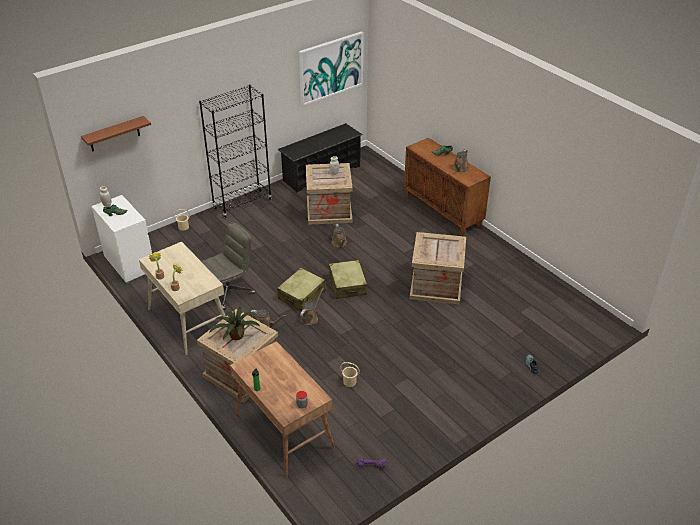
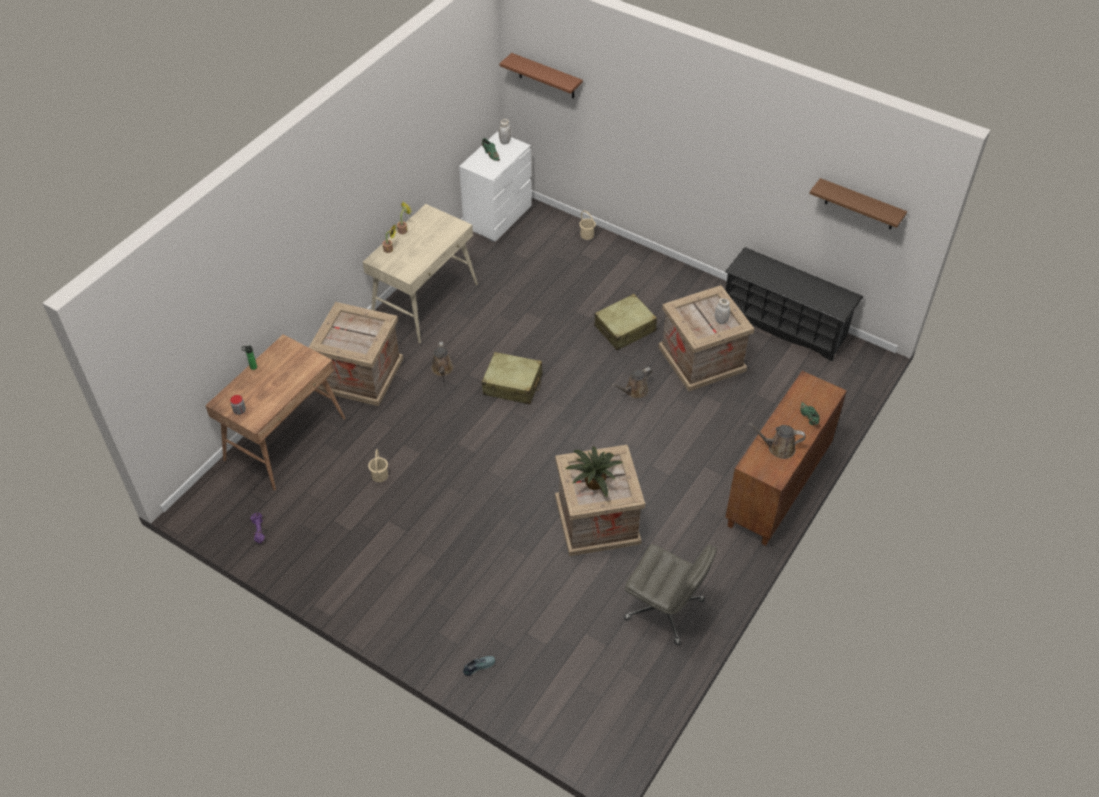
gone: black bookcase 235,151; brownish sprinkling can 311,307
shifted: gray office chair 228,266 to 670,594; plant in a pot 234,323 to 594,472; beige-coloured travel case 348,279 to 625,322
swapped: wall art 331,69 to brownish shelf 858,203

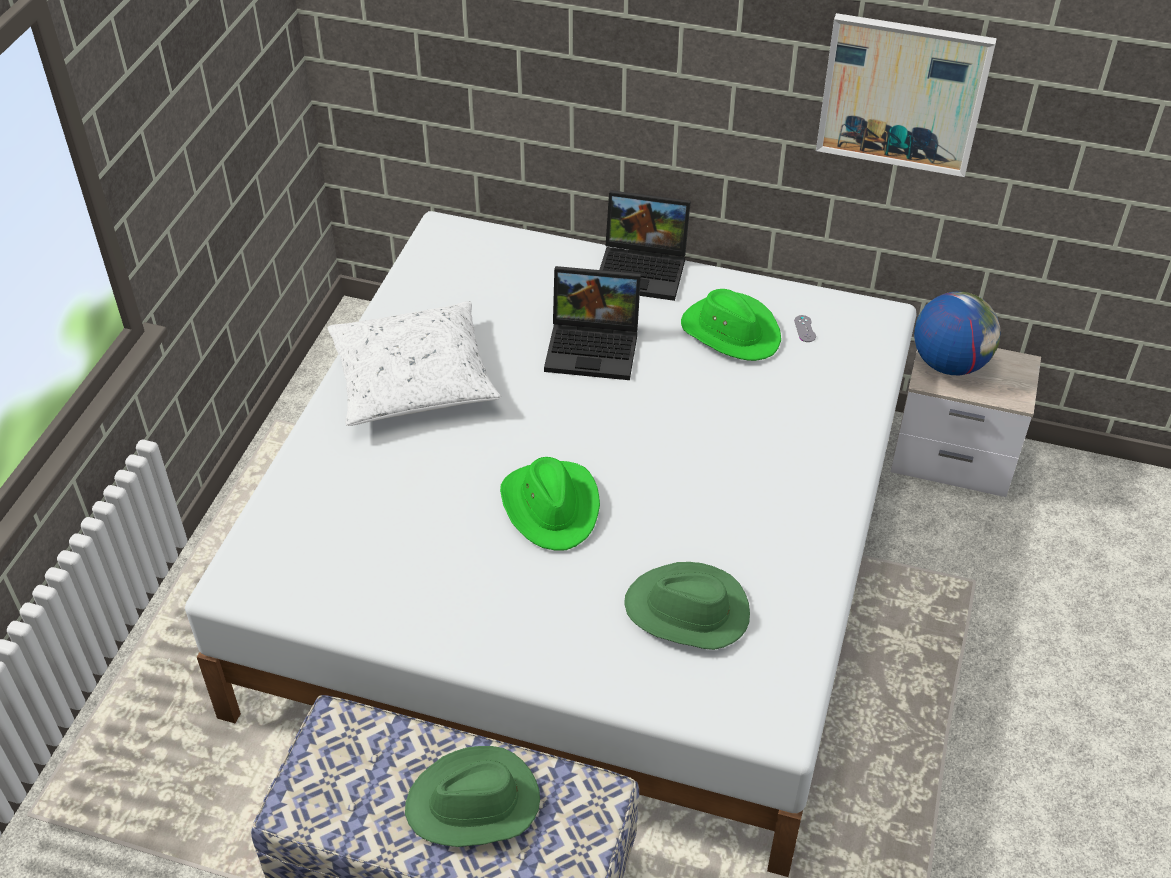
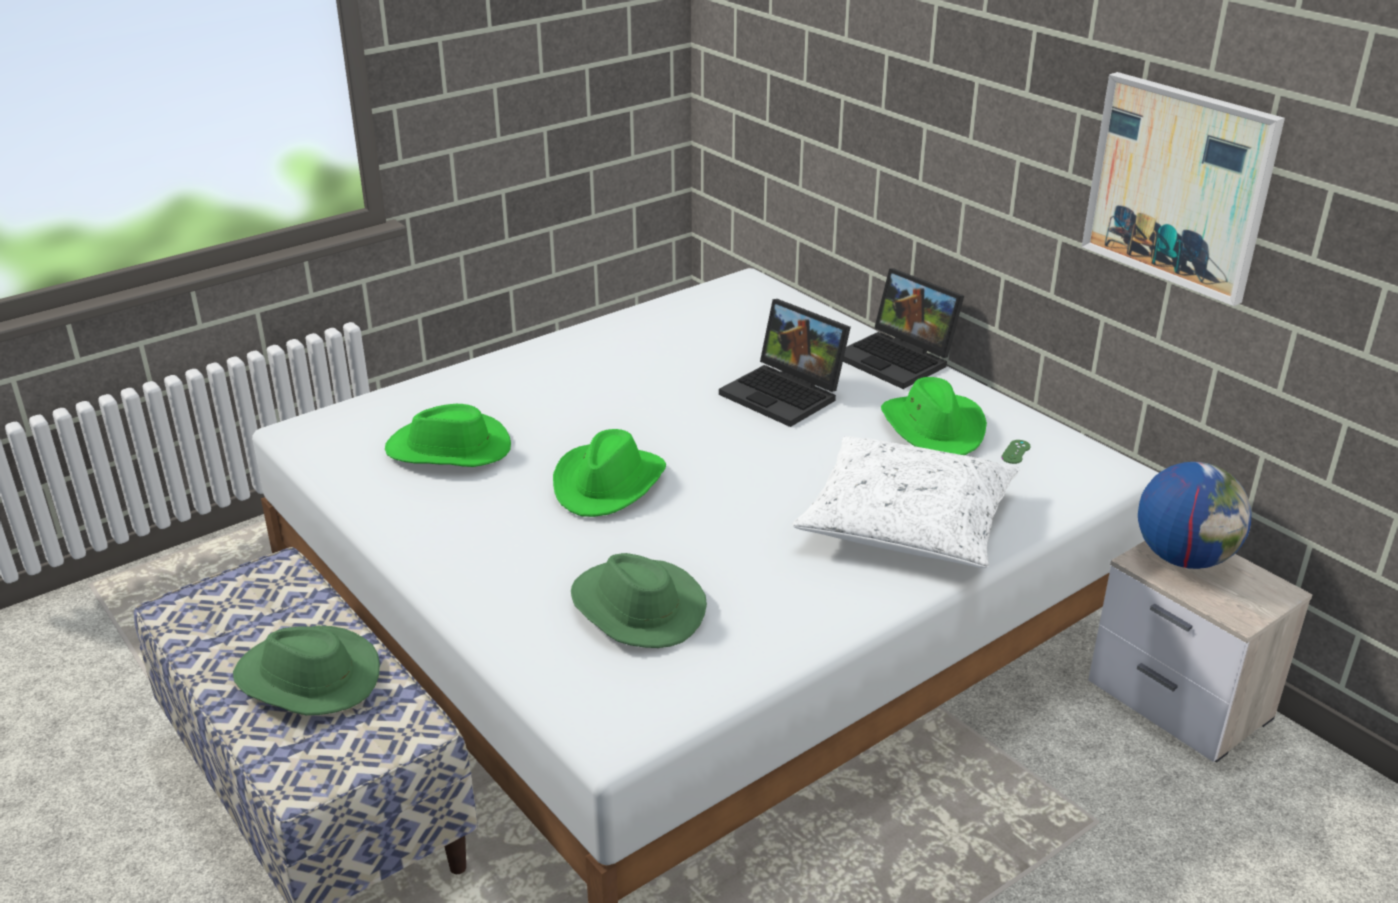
new: green wearable hat 448,435
shifted: whitish pillow 414,363 to 906,502
repainted: gray gamepad 805,328 to green gamepad 1016,452

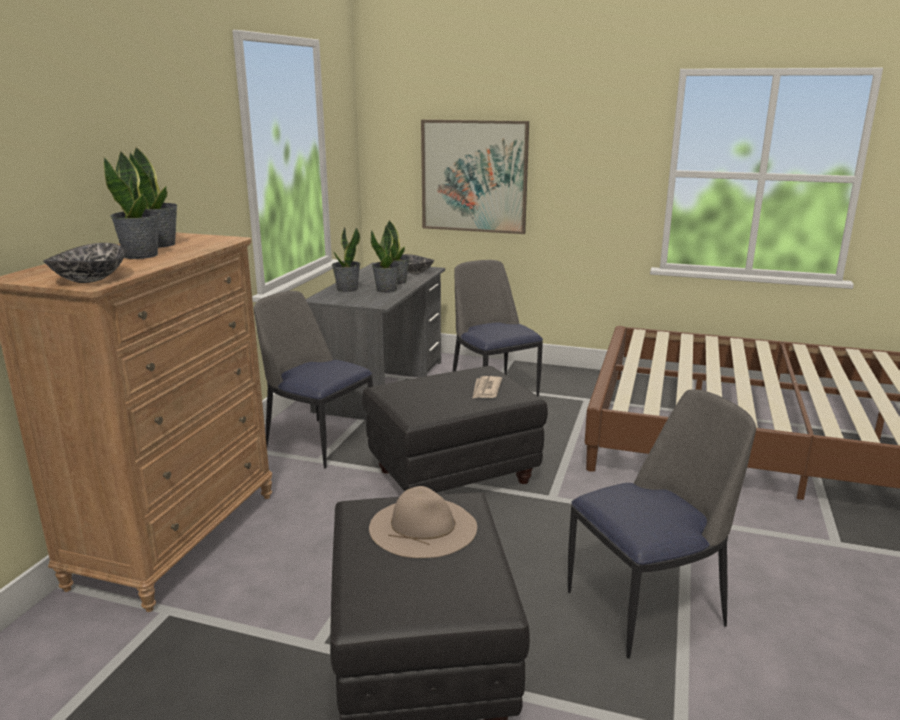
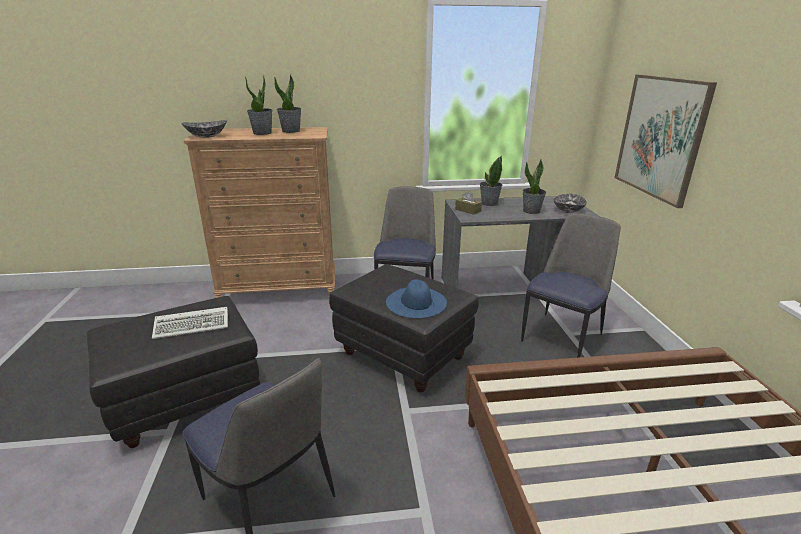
gone: plant in a pot 386,259
new: brownish box of tissues 468,203
swapped: beige-coloured wearable hat 423,522 to PC keyboard 190,323; newspaper 487,387 to blue-coloured wearable hat 416,298

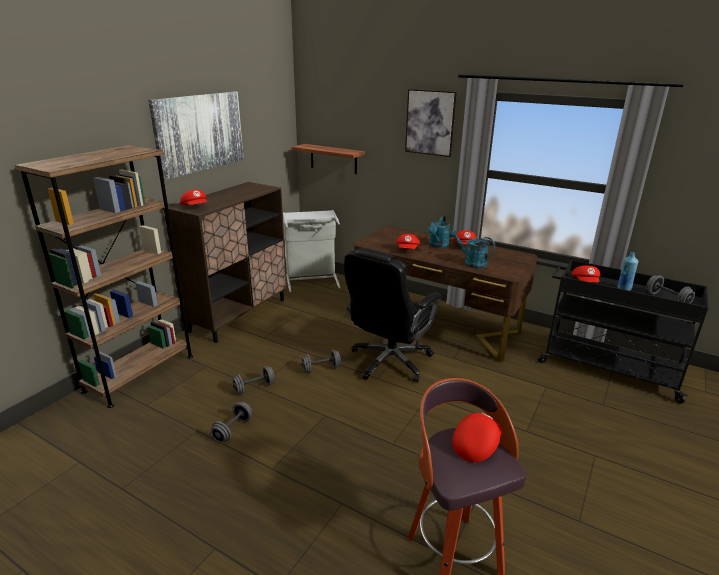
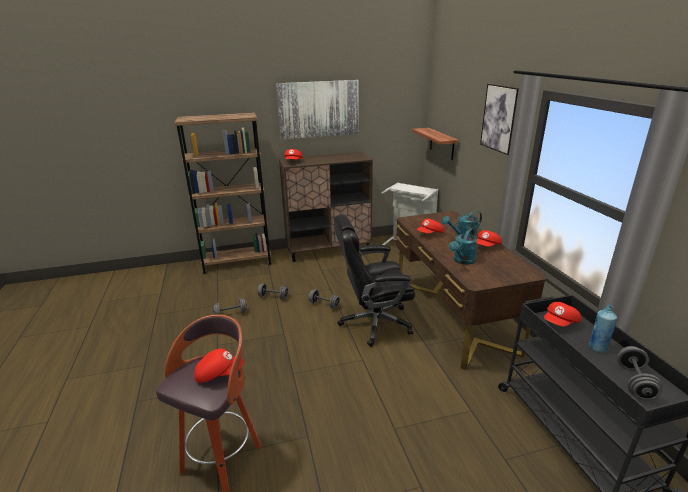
rotated: turquoise-coloured sprinkling can 472,249 = 463,246 135 degrees counterclockwise

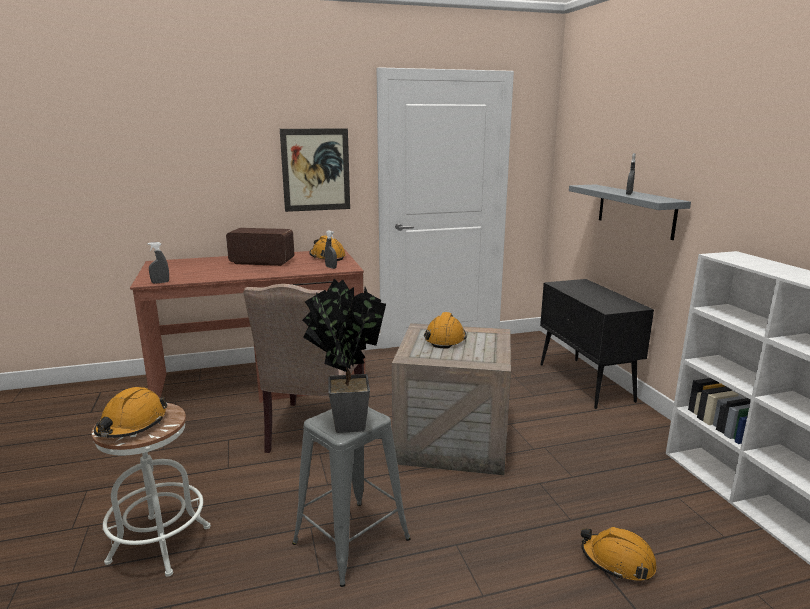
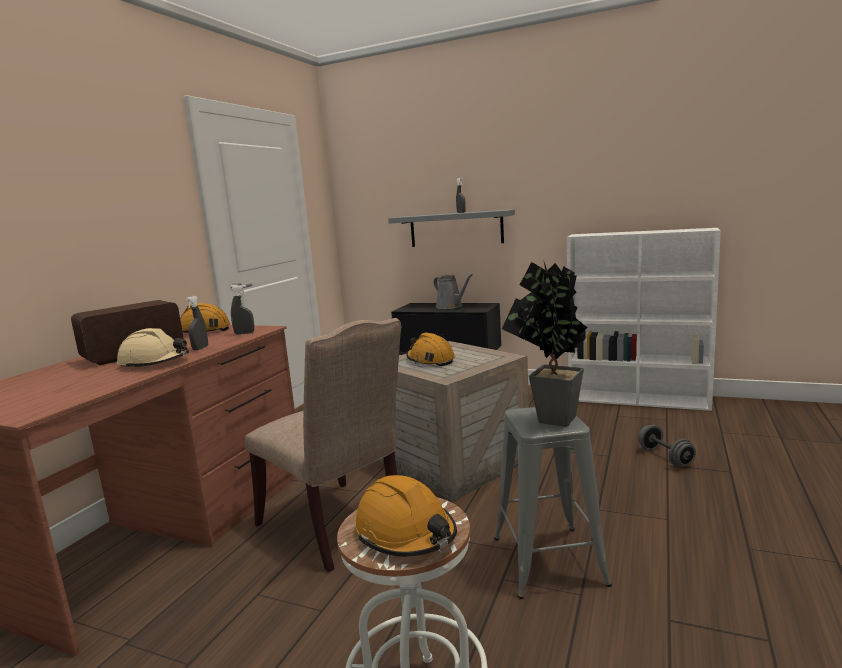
gone: wall art 315,170
new: beige-coloured work helmet 153,348; gray sprinkling can 453,291
shifted: gray hand sprayer 158,262 to 196,323
swapped: orange work helmet 619,554 to gray hand weight 667,446

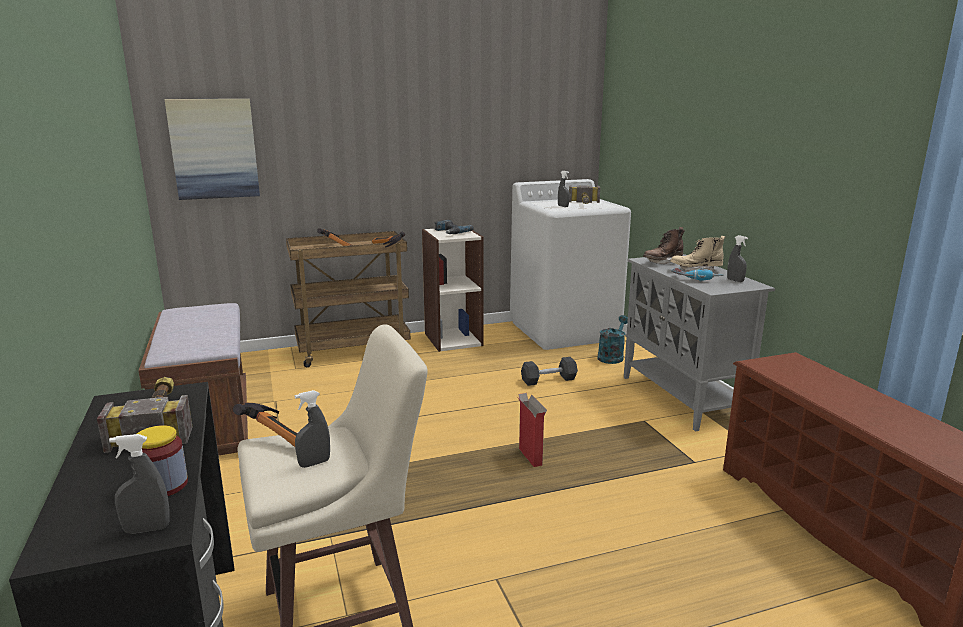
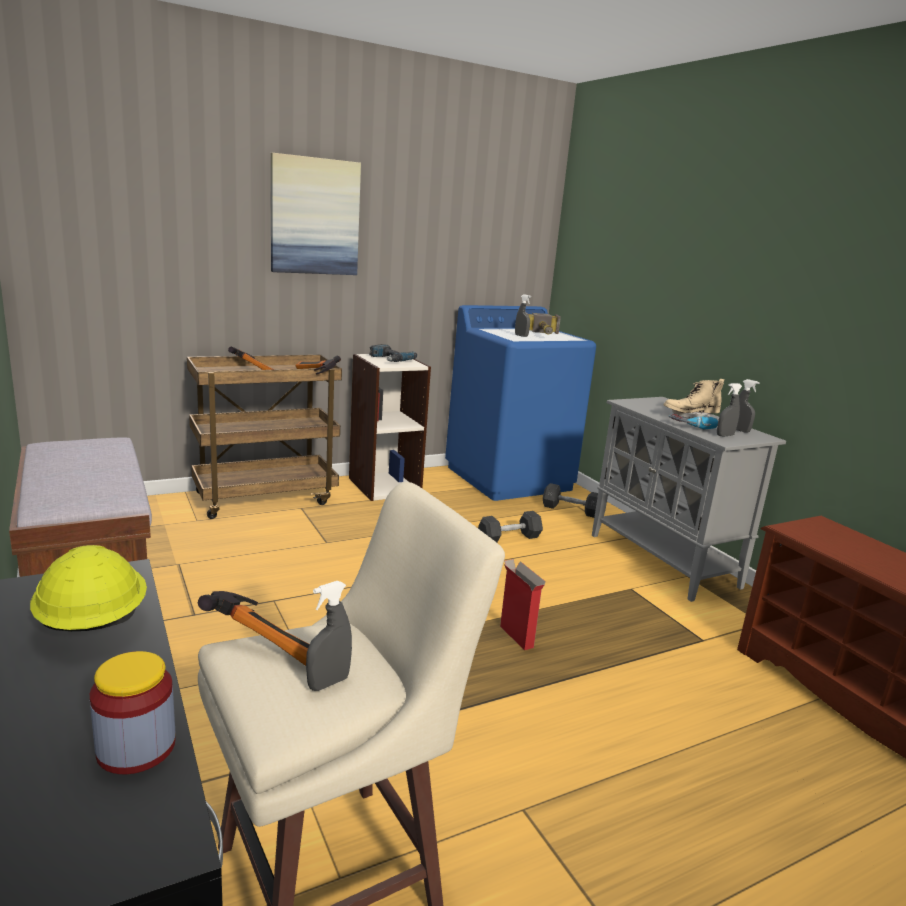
gone: brownish tall boot 664,245
shifted: gray hand sprayer 139,484 to 729,409; wall art 212,149 to 316,214
swapped: tool hammer 144,415 to yellow work helmet 88,588; turquoise-coloured sprinkling can 613,339 to gray hand weight 570,500
repainted: whitish laundry machine 570,264 to blue-coloured laundry machine 520,403

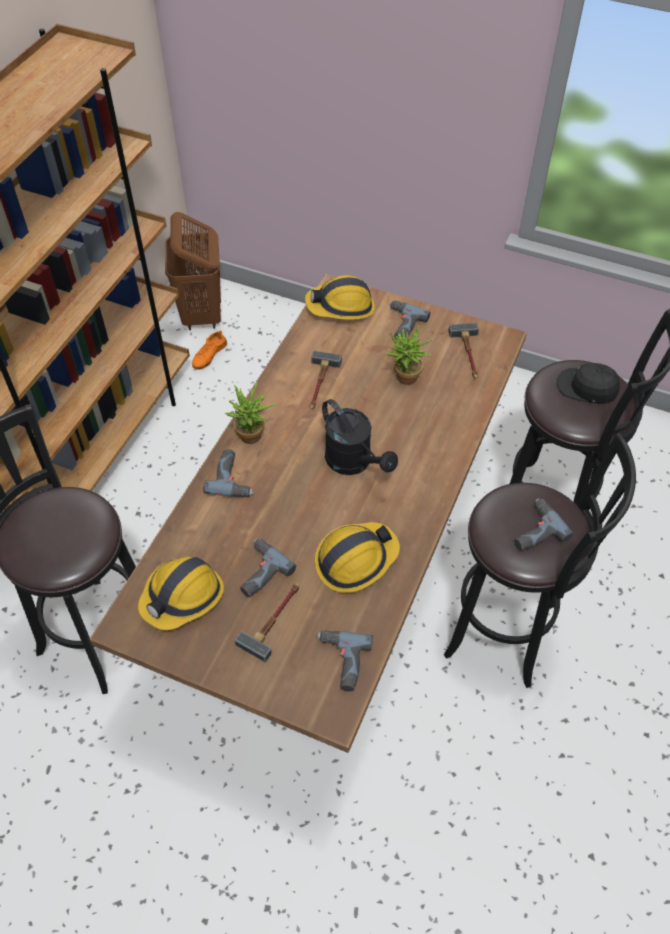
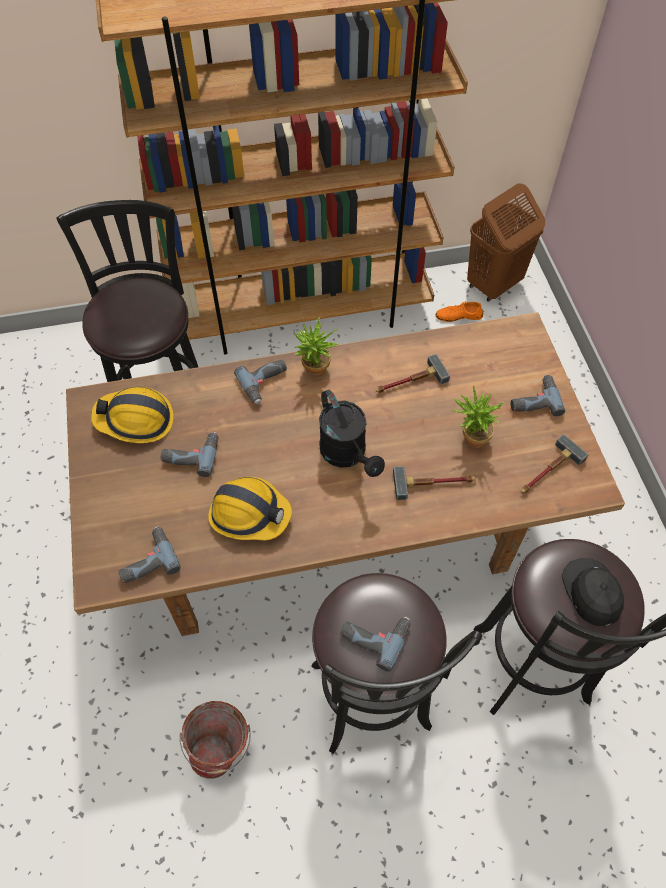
gone: work helmet 340,297
new: bucket 215,740
shifted: tool hammer 266,622 to 434,483
rotated: black sprinkling can 360,437 = 352,433 45 degrees counterclockwise

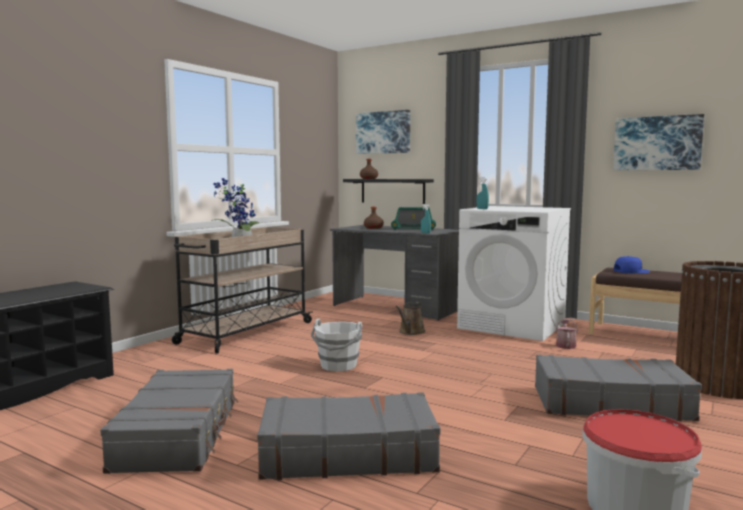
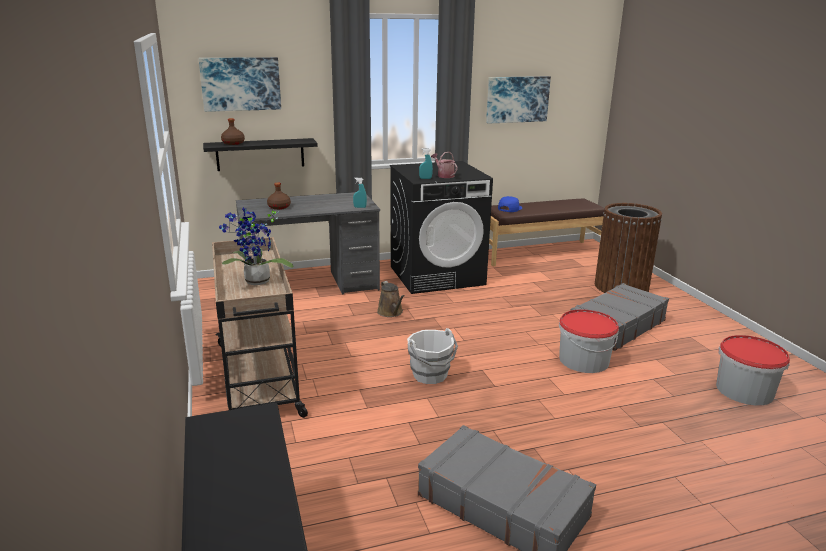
gone: gray travel case 349,436; radio receiver 413,218
new: bucket 589,341
shifted: sprinkling can 567,334 to 444,165
repainted: whitish laundry machine 514,273 to black laundry machine 441,227

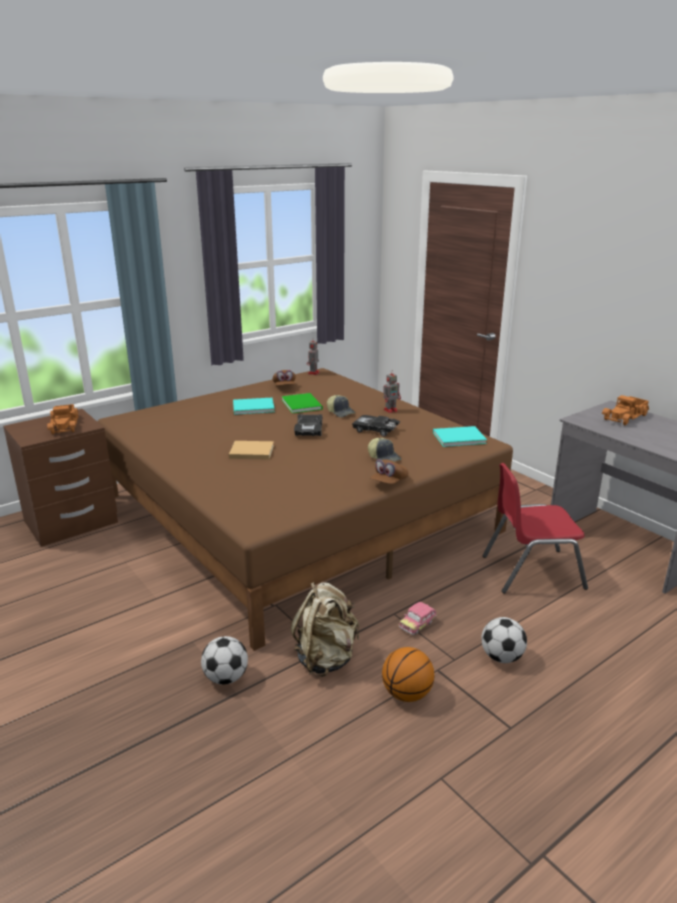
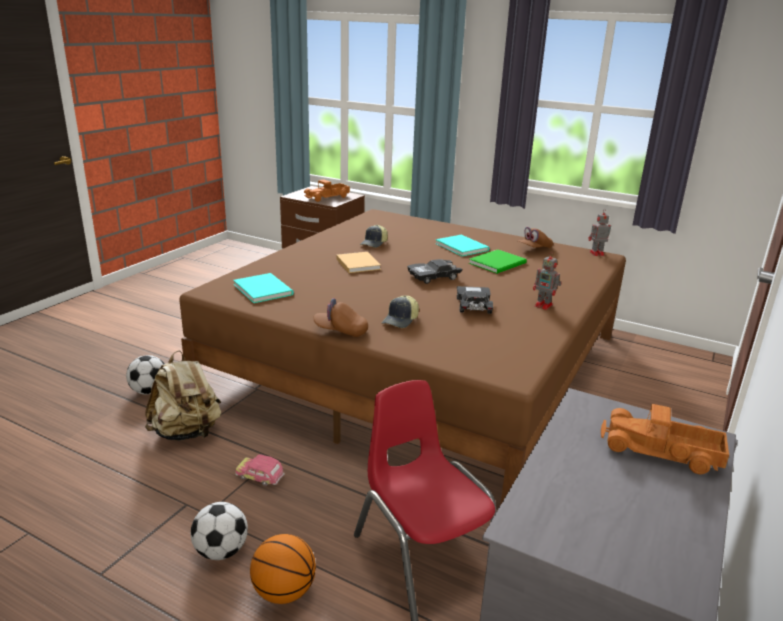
shifted: cap 341,406 to 374,236; basketball ball 408,674 to 283,569; turquoise-coloured volume 460,436 to 263,288

